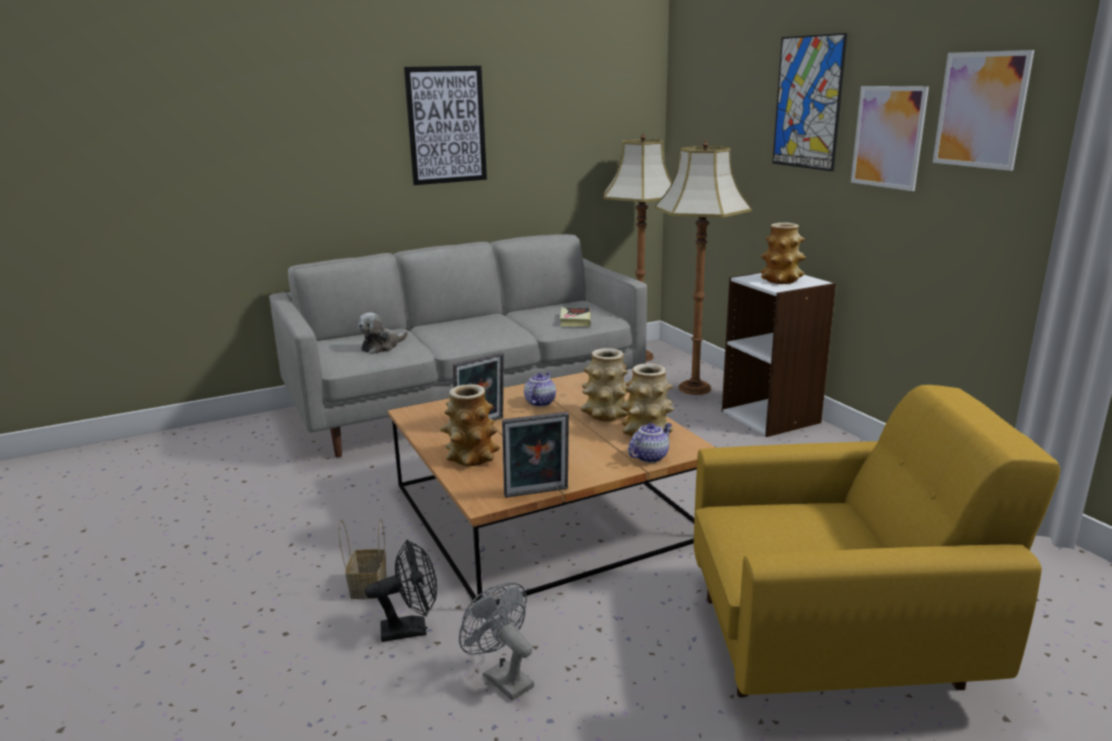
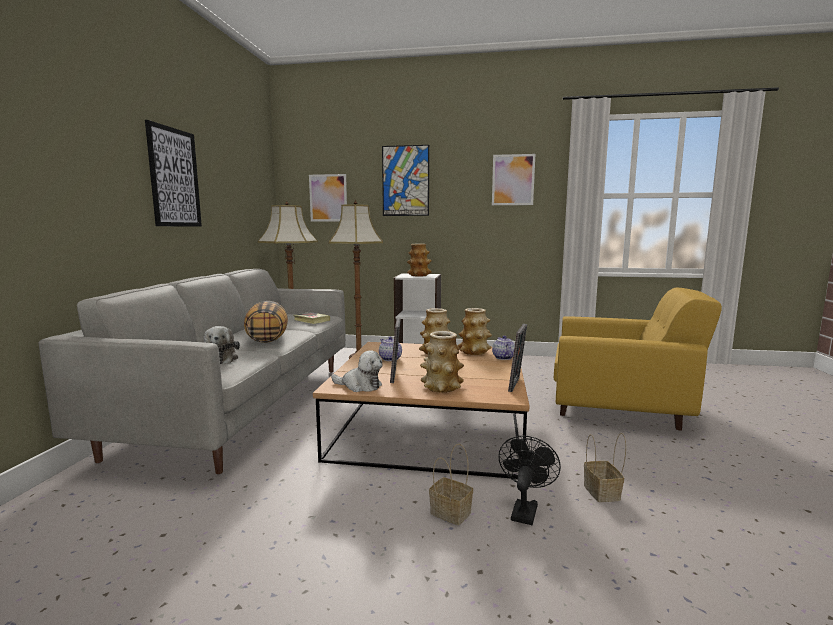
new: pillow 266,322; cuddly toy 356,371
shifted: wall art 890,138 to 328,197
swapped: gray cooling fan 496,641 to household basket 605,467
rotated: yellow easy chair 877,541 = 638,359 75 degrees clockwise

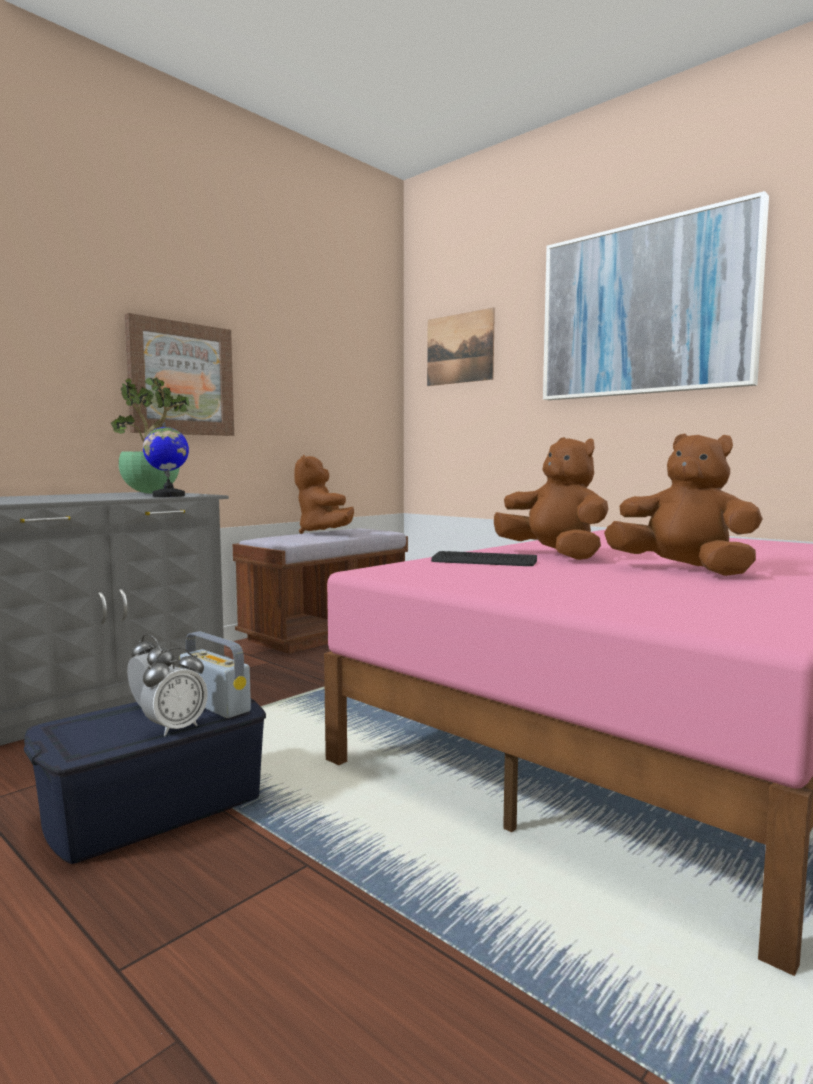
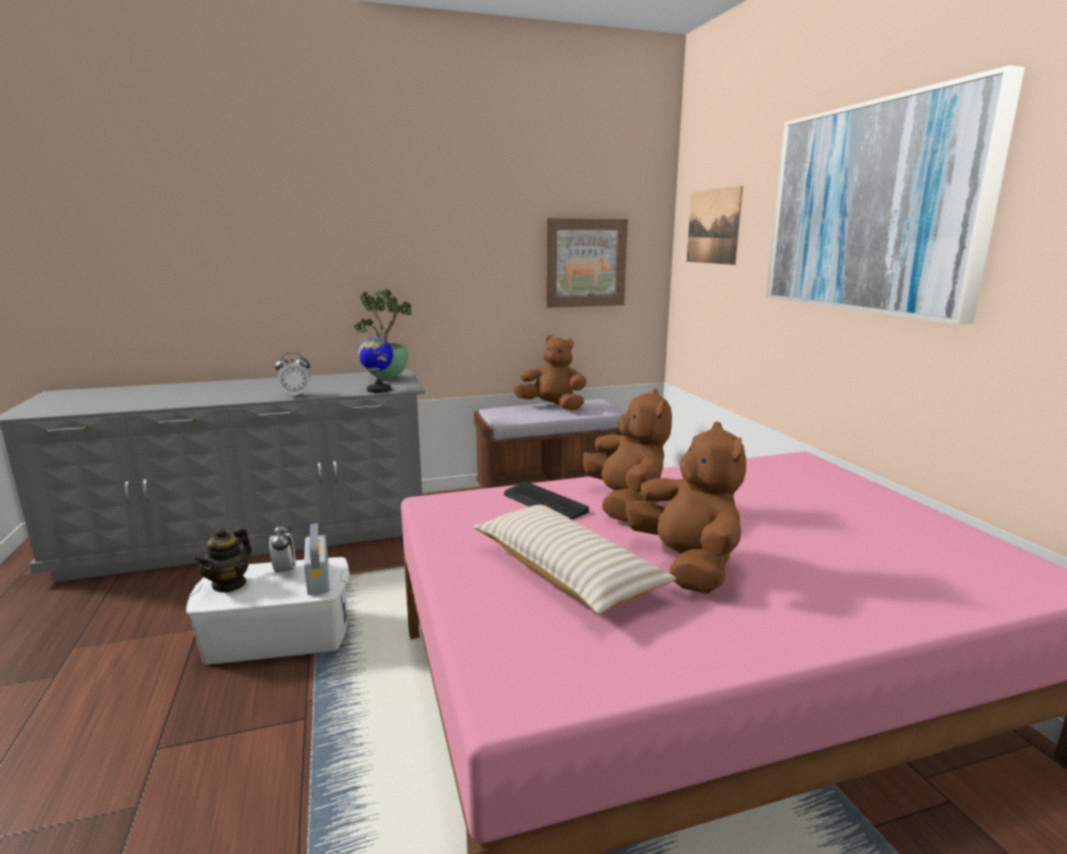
new: teapot 223,560; beige-coloured pillow 575,559
shifted: wall art 179,374 to 586,263; table clock 174,691 to 292,375
repainted: blue-coloured storage container 145,781 to whitish storage container 268,611
rotated: brownish cuddly toy 324,494 = 550,372 105 degrees clockwise

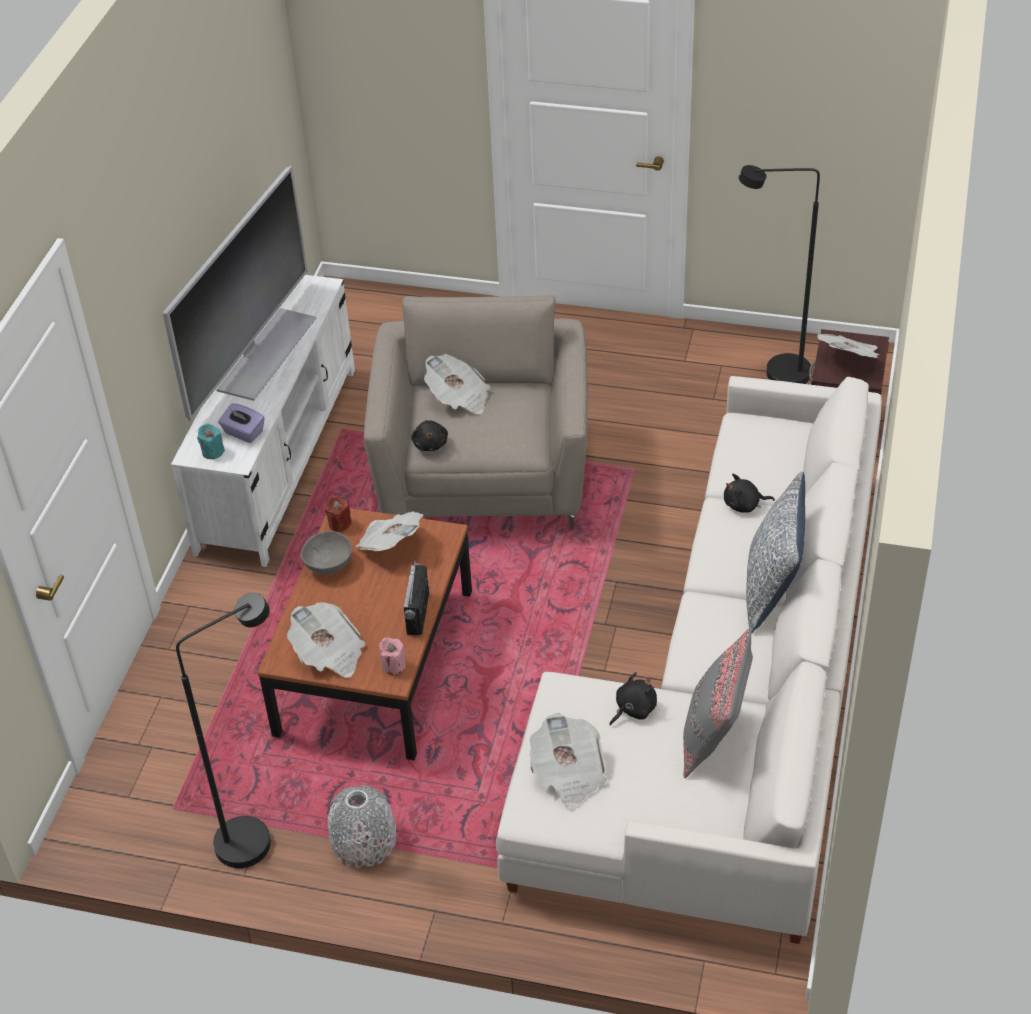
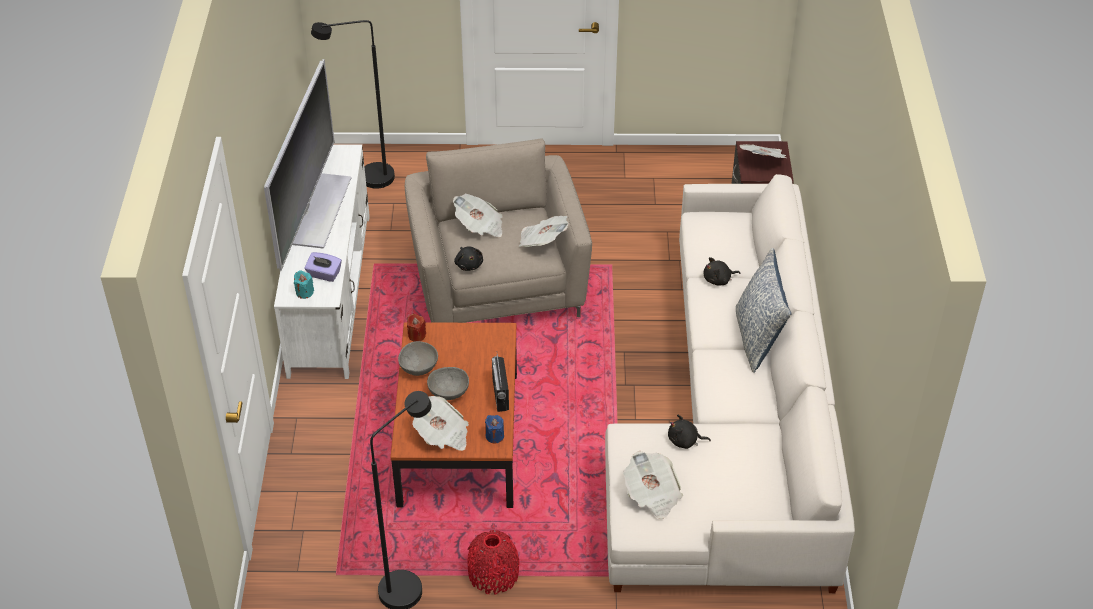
gone: gray pillow 718,703
new: gray bowl 448,383
shifted: newspaper 389,531 to 544,231; black standing lamp 779,274 to 353,104
repainted: gray vase 362,826 to reddish vase 493,562; pink-coloured wax light 392,656 to blue-coloured wax light 494,429
rotated: black cuddly toy 633,698 = 689,431 120 degrees counterclockwise

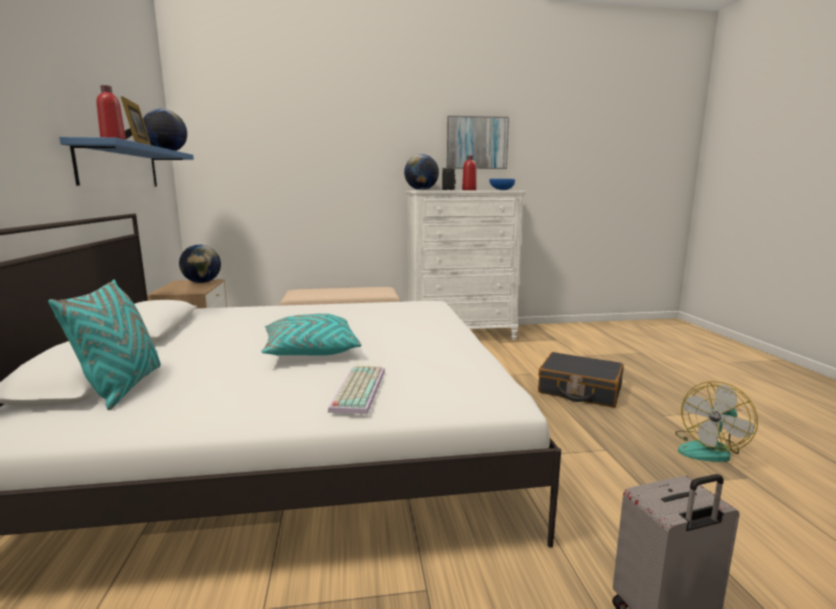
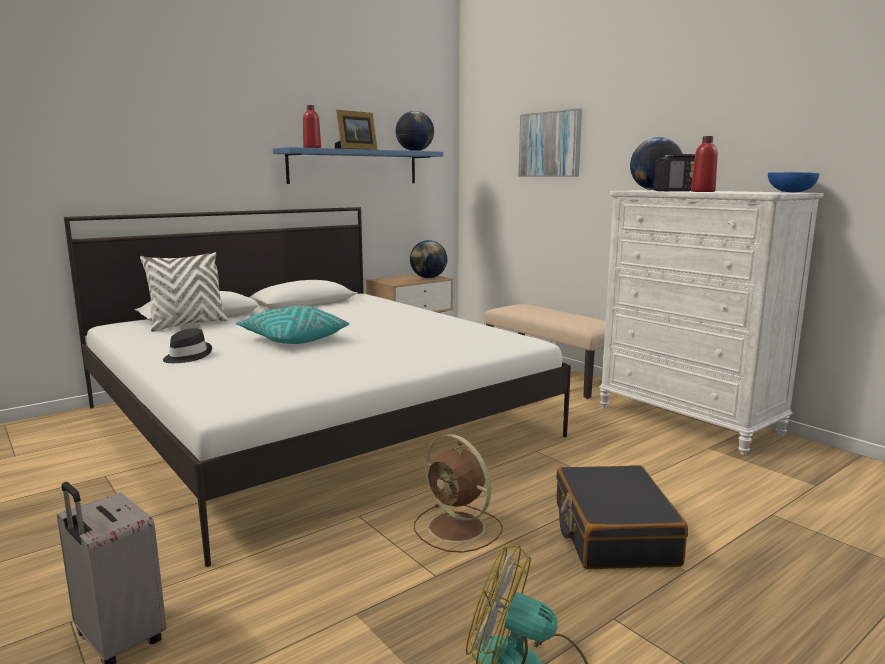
gone: PC keyboard 356,389
new: black wearable hat 187,345; brownish cooling fan 458,493
shifted: wall art 478,142 to 550,143
repainted: turquoise-coloured pillow 104,344 to whitish pillow 184,292

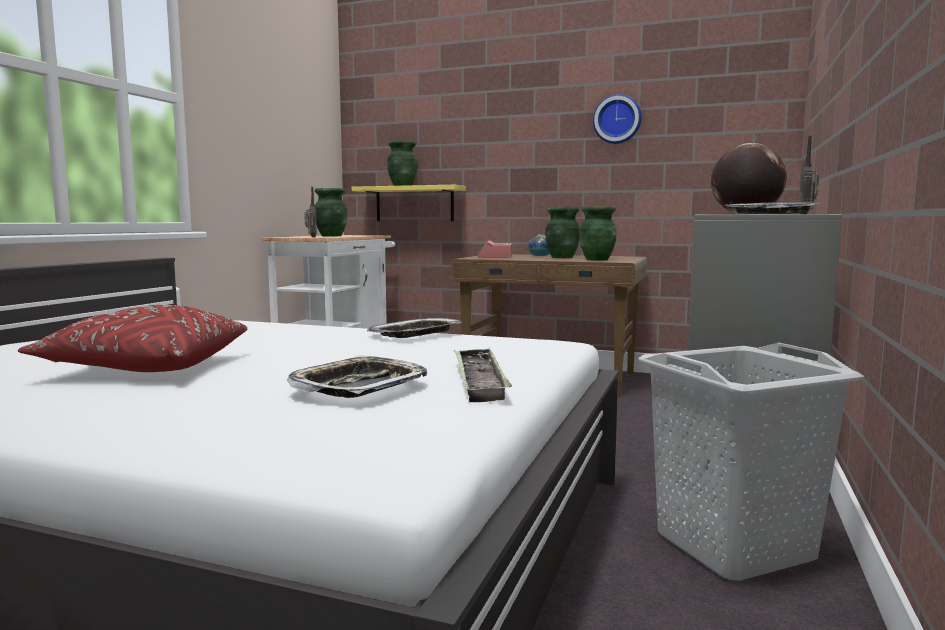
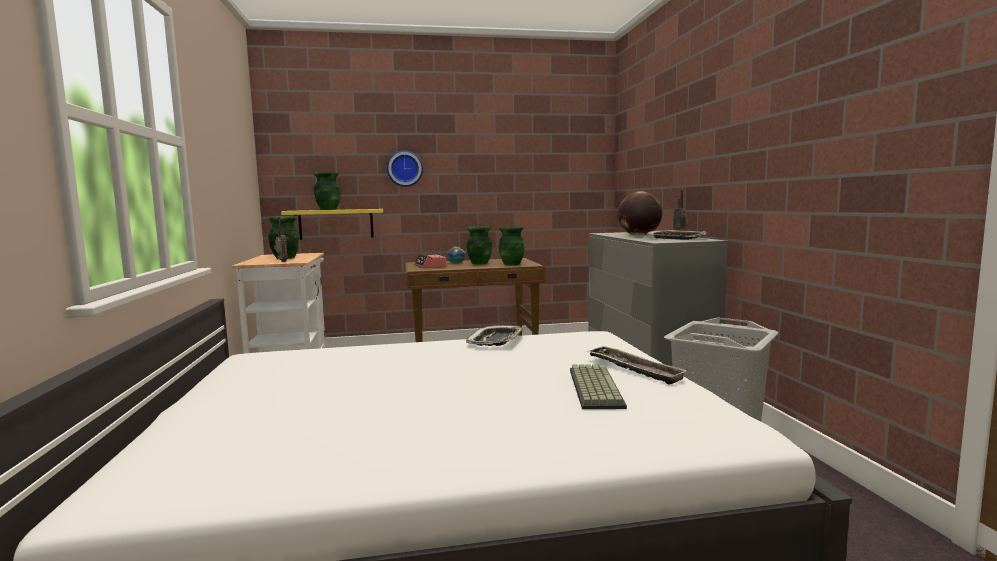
gone: reddish pillow 132,338
shifted: wall clock 617,119 to 405,168
swapped: tray 356,377 to PC keyboard 598,386

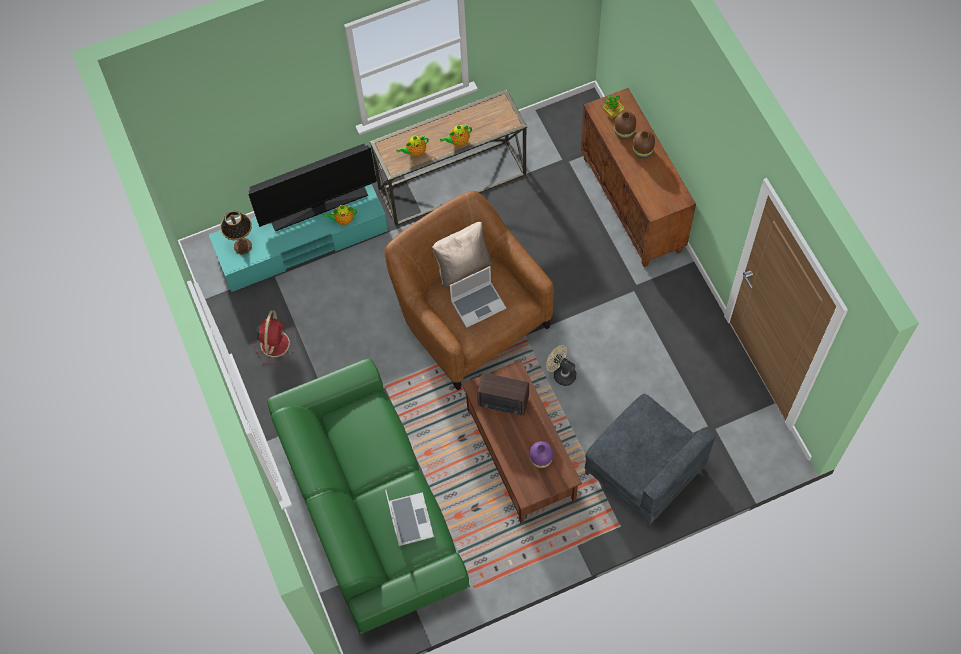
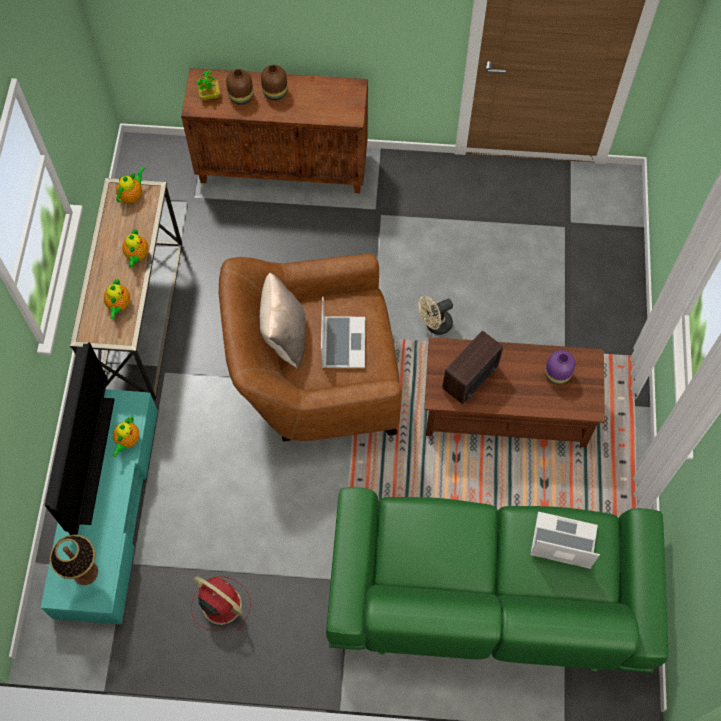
gone: gray easy chair 650,461
new: teapot 130,185

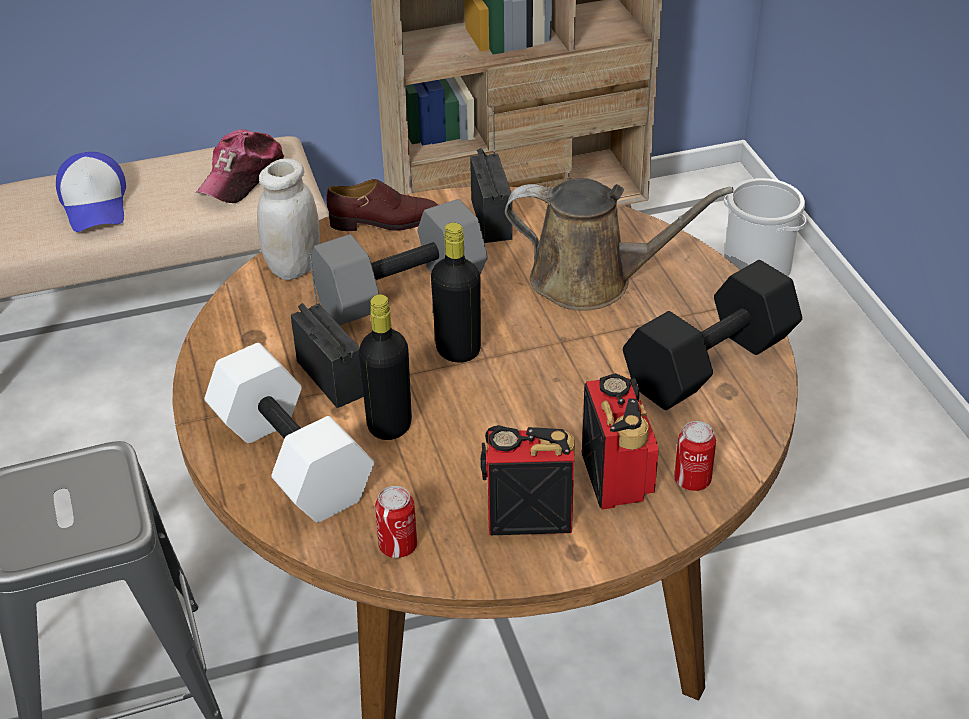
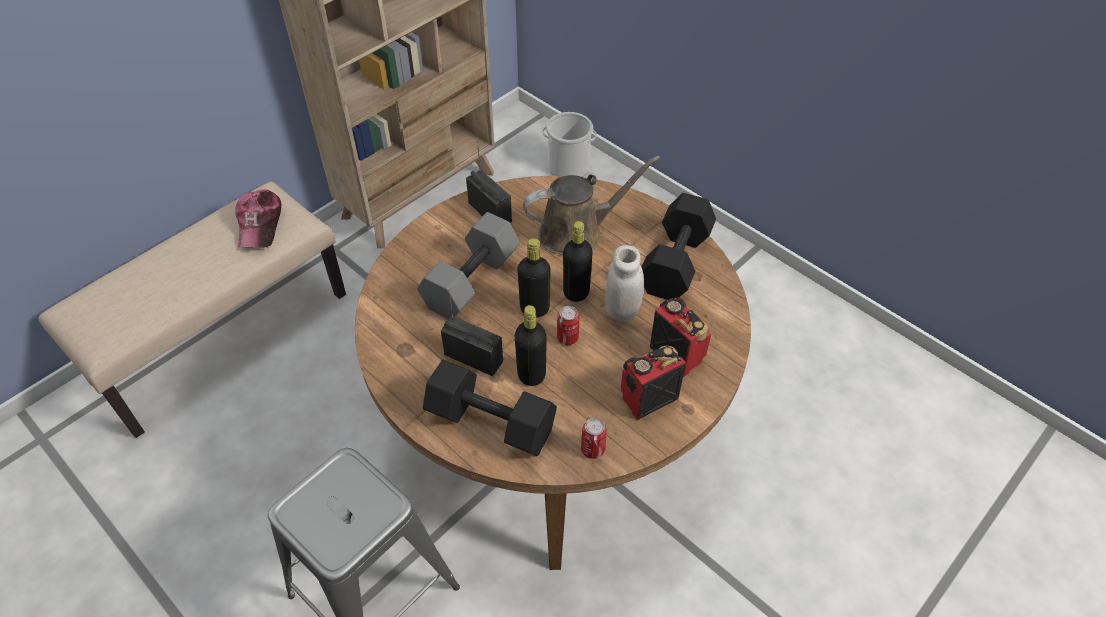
gone: cap 91,192; brownish item of footwear 382,205
new: black drink bottle 578,261
shifted: whitish preserve jar 288,219 to 624,283; can 695,456 to 568,325
repainted: whitish hand weight 289,433 to black hand weight 490,408

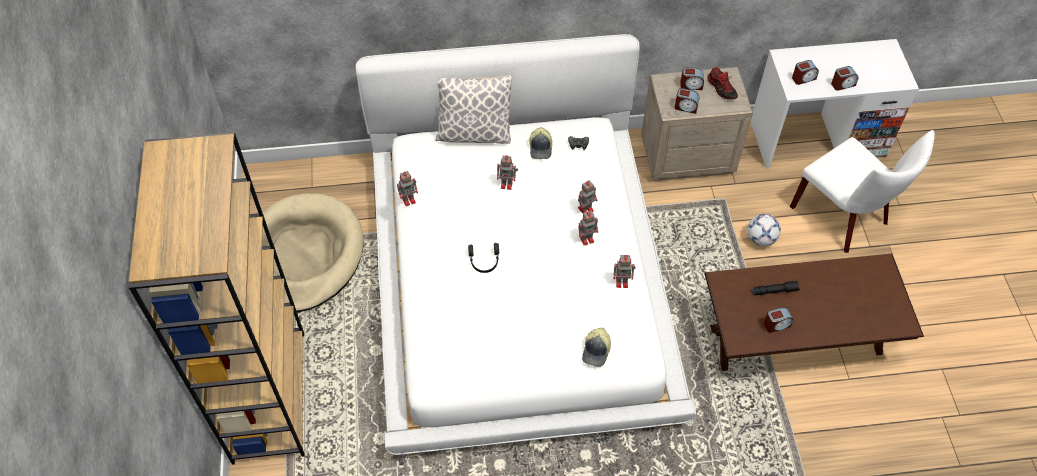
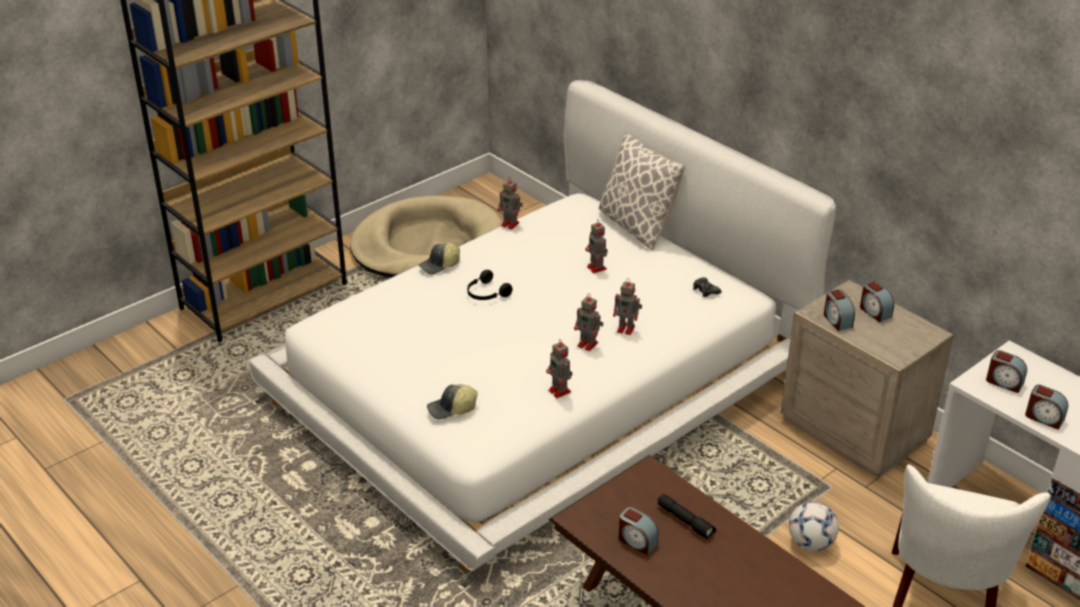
gone: item of footwear 722,83
shifted: cap 540,143 to 439,258

